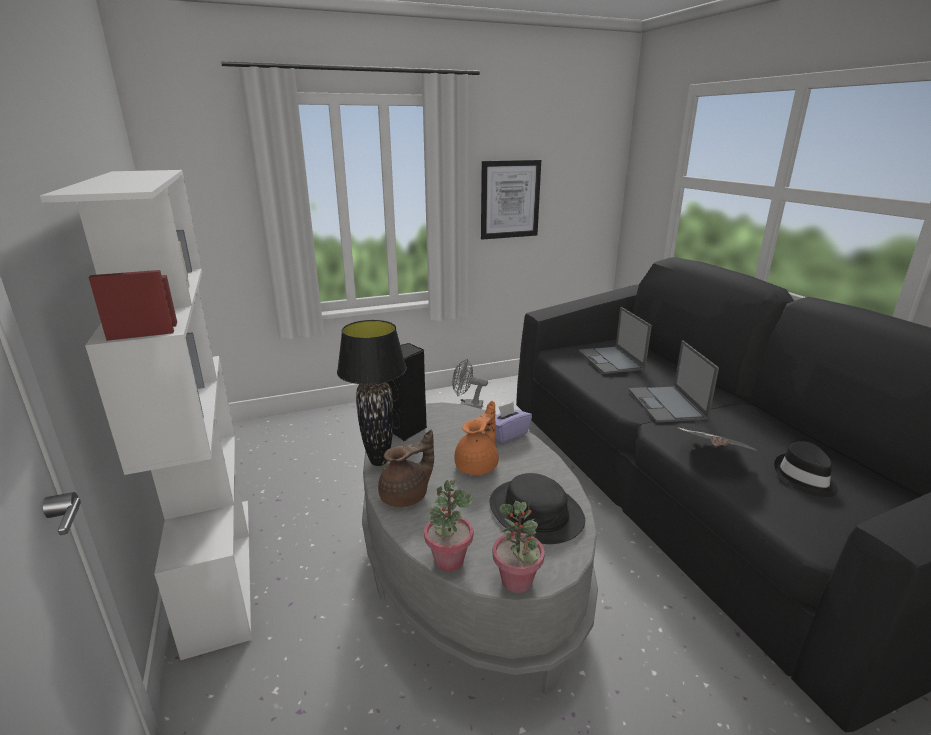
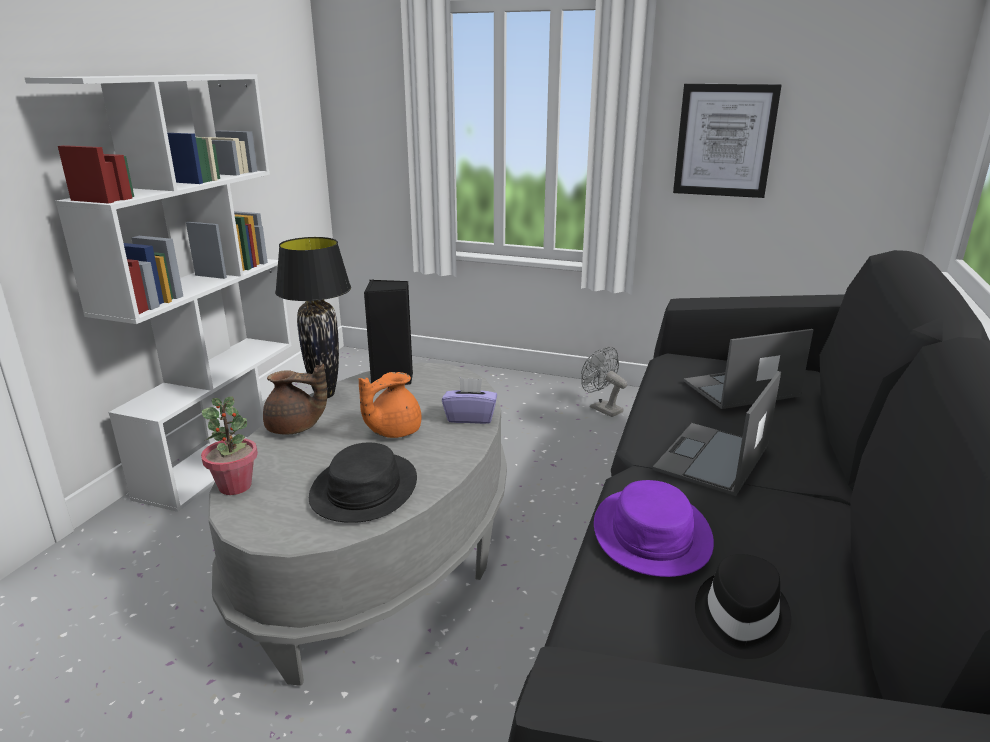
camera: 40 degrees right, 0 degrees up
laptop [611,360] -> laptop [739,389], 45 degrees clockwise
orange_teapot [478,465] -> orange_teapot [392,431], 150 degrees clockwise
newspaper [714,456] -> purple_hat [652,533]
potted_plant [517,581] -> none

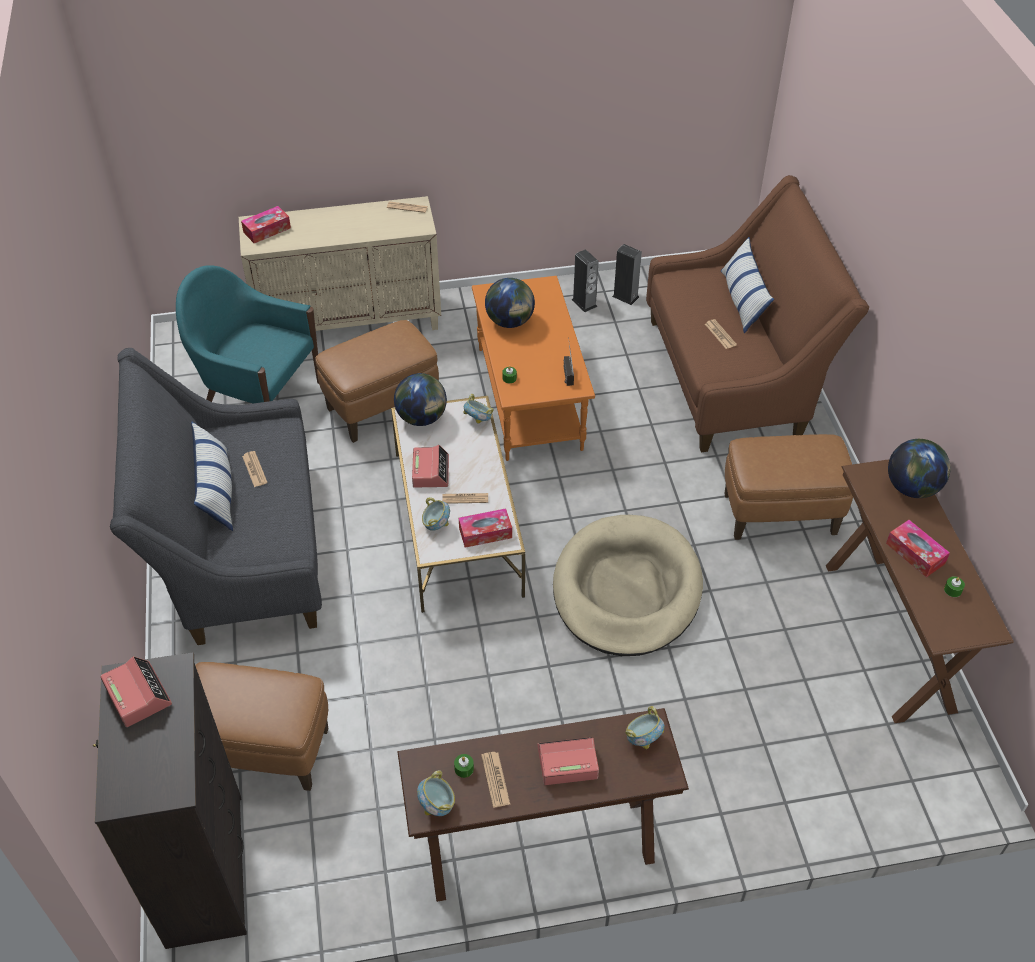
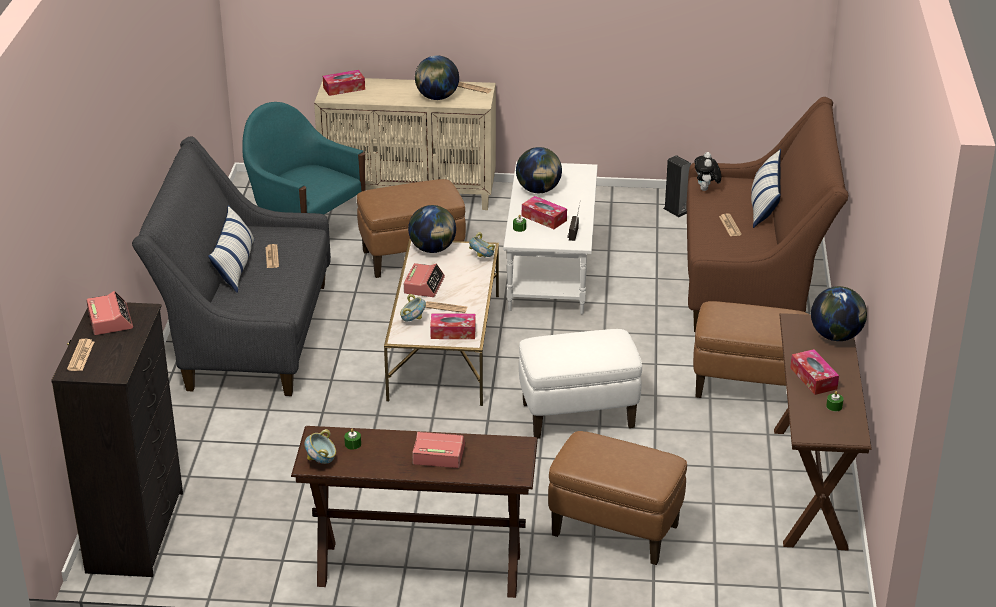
camera: 15 degrees right, 15 degrees down
speaker [584,303] -> none
orange_coffee_table [531,398] -> white_coffee_table [551,270]
beige_dog_bed [626,590] -> white_ottoman [577,416]
brown_ottoman [261,751] -> brown_ottoman [614,530], move
bowl [643,738] -> none
newspaper [495,779] -> newspaper [81,356], move
none -> globe [437,97]
none -> plush_toy [706,189]
none -> tissue_box [544,218]

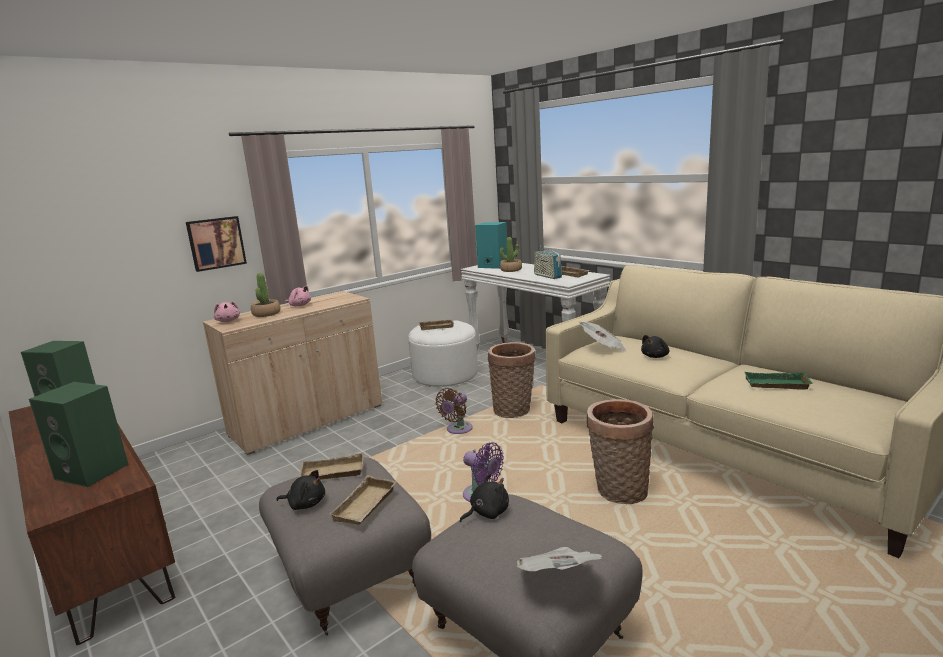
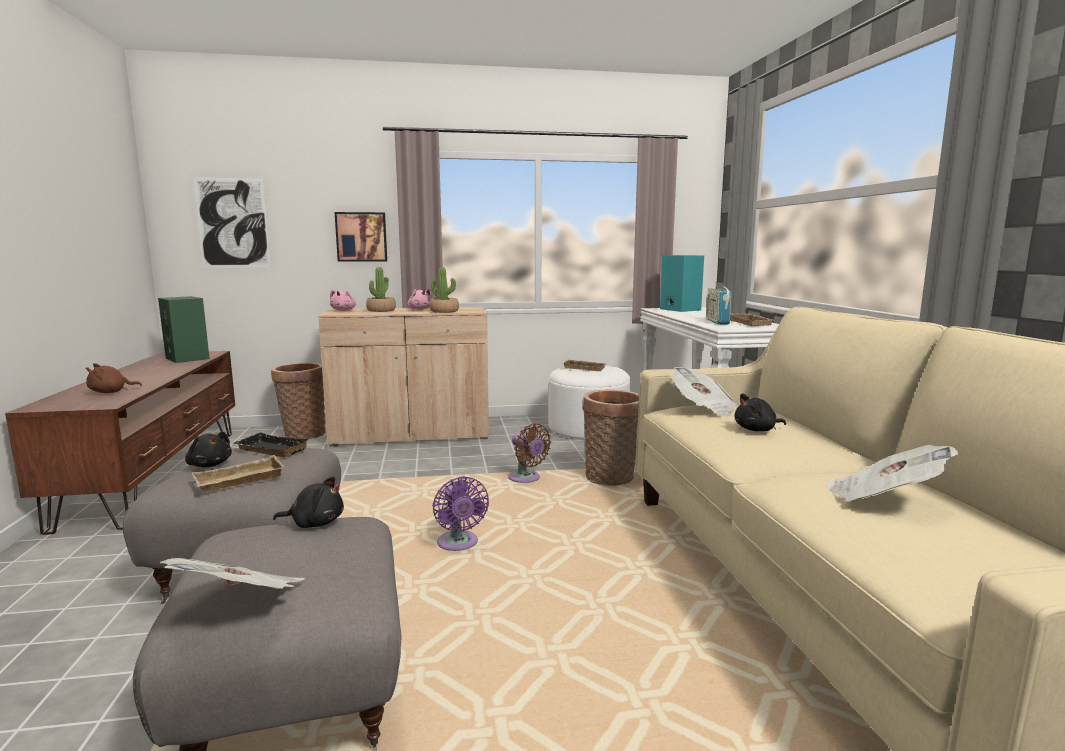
camera: 30 degrees right, 5 degrees down
potted_plant [511,270] -> potted_plant [444,311], move
green_tray [776,385] -> newspaper [883,499]
green_speaker [94,471] -> brown_plush_toy [111,392]
brown_fan [457,430] -> brown_fan [526,479], 105 degrees counterclockwise
basket [618,491] -> basket [303,434], move
beige_tray [331,473] -> black_tray [269,450]
none -> picture [232,223]

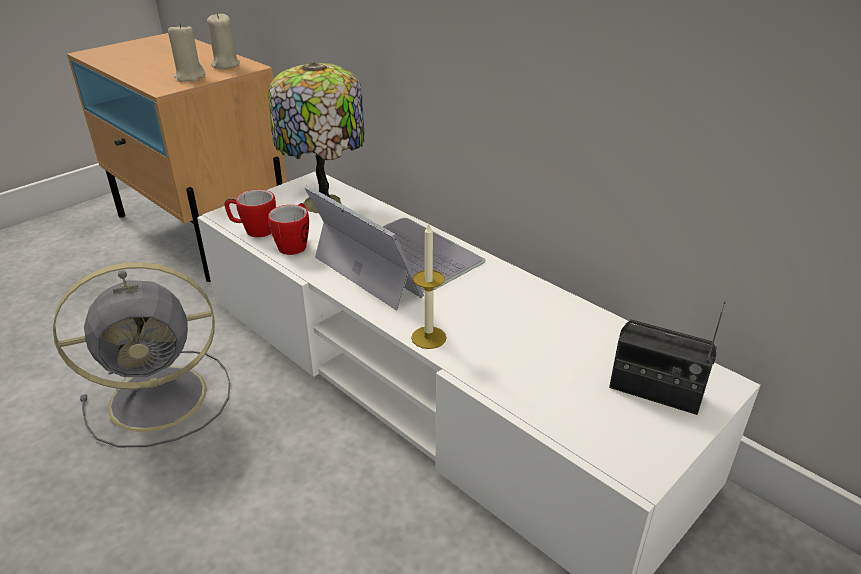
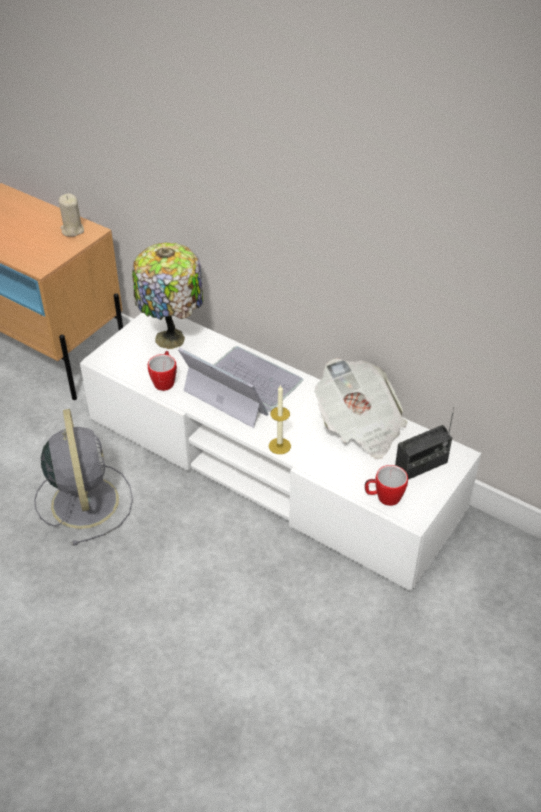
camera: 10 degrees left, 10 degrees up
beige_candle [190,77] -> none
mug [254,231] -> mug [383,497], move
grey_fan [163,397] -> grey_fan [84,500], 75 degrees counterclockwise
radio [655,391] -> radio [421,465], 45 degrees counterclockwise
none -> newspaper [359,425]

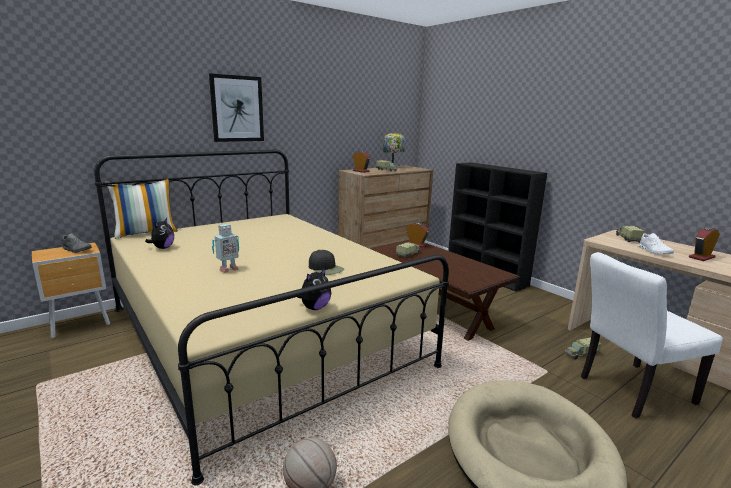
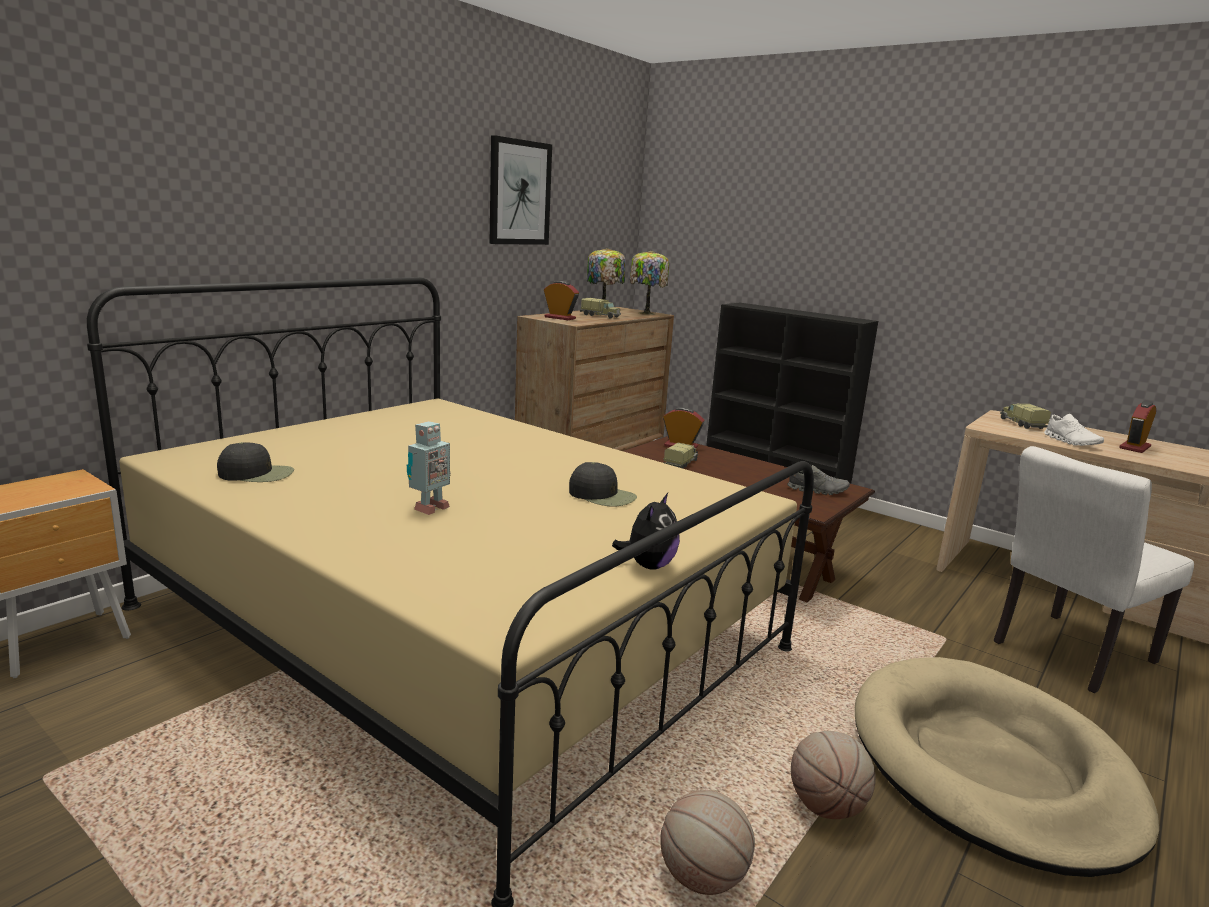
camera: 15 degrees left, 0 degrees up
picture [237,109] -> picture [519,193], move
pillow [146,232] -> none
plush_toy [162,248] -> black_cap [257,473]
grey_shoe [77,250] -> grey_shoe [817,490], move
toy_truck [581,354] -> none
none -> table_lamp [645,313]
none -> basketball [826,807]

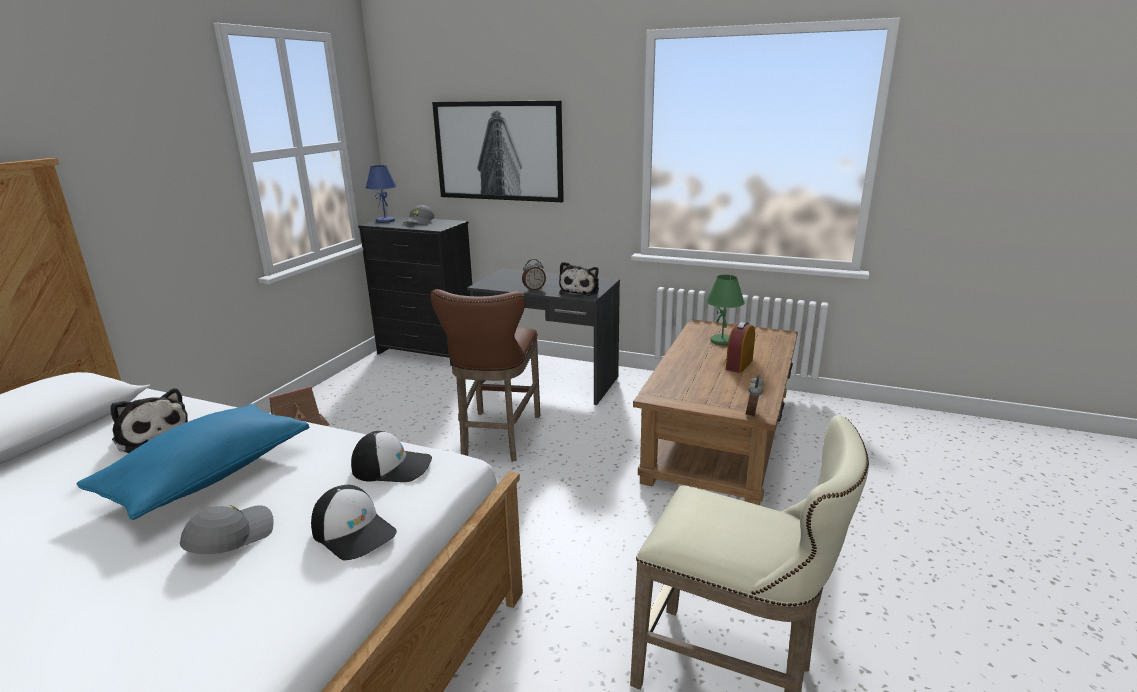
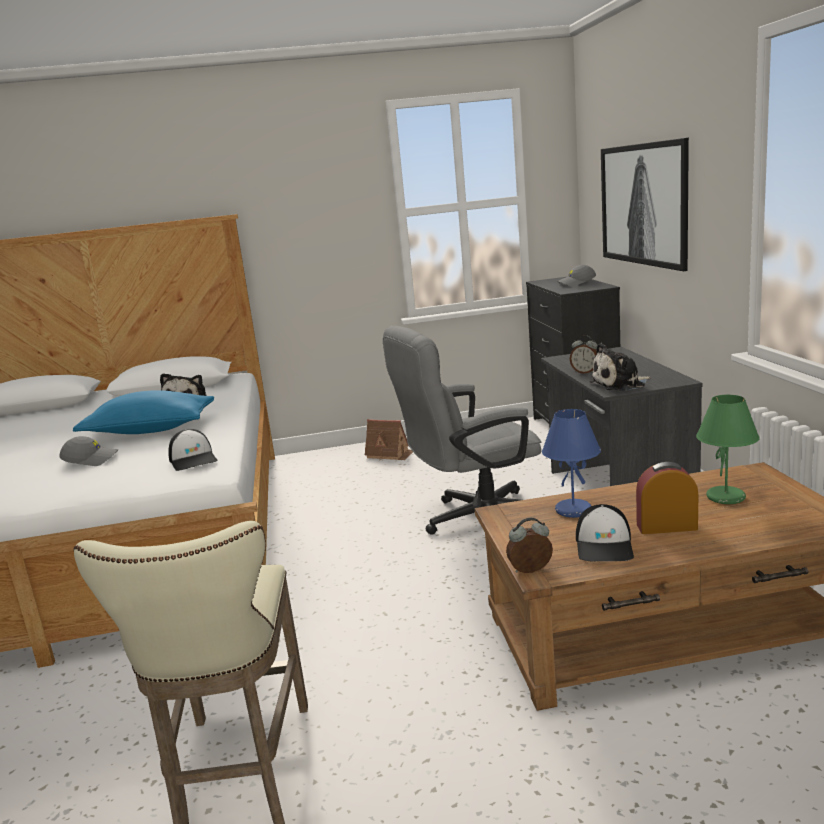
camera: 60 degrees right, 5 degrees down
blue_table_lamp [385,221] -> blue_table_lamp [573,511], move
brown_stool [497,438] -> grey_office_chair [475,520]
cap [354,531] -> cap [605,546], move

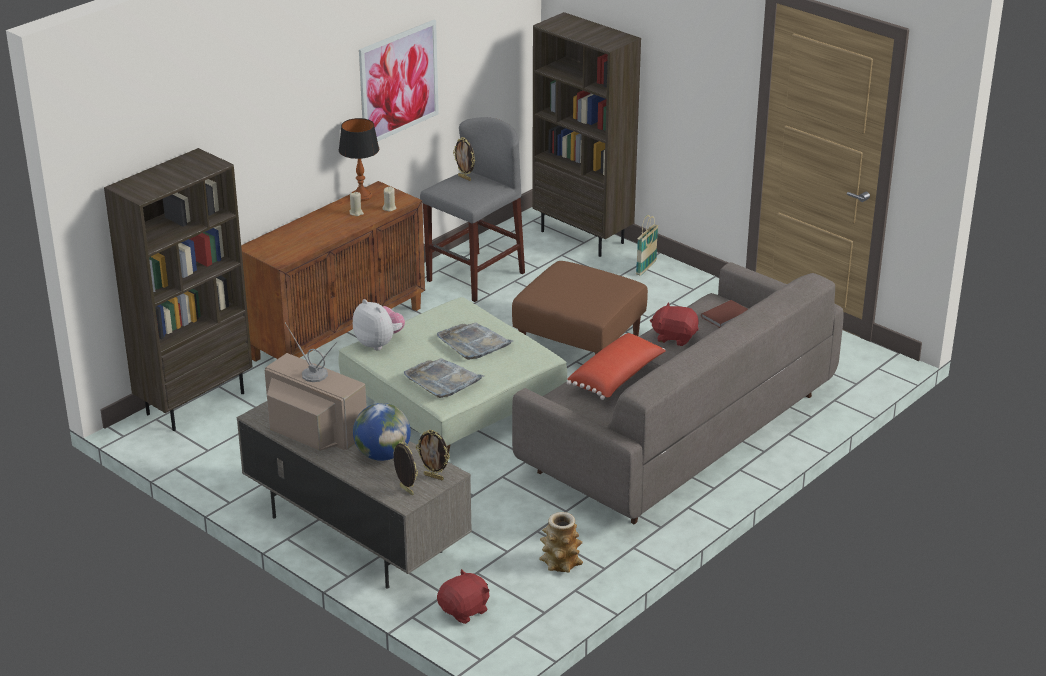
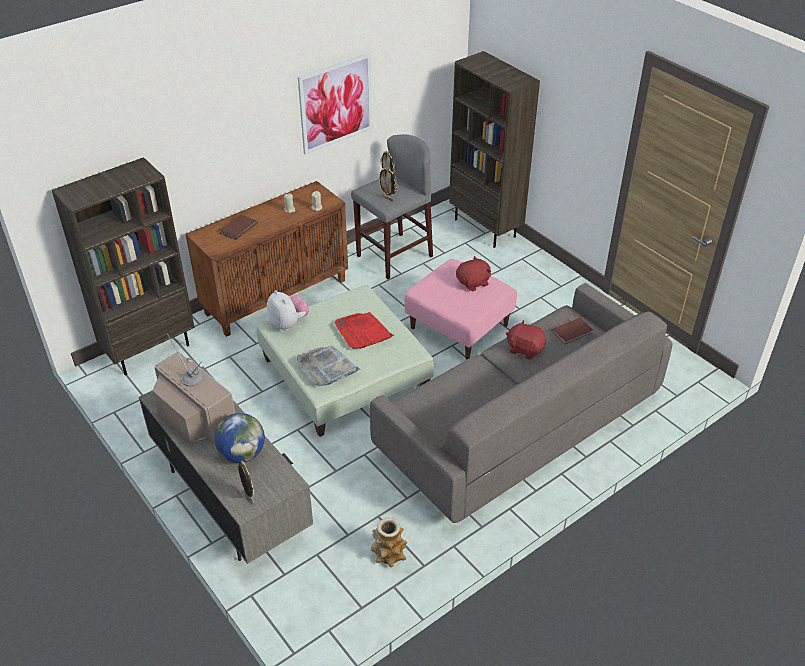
camera: 10 degrees right, 10 degrees up
table_lamp [361,196] -> none
basket [646,268] -> none
brown_ottoman [580,341] -> pink_ottoman [459,326]
grey_tray [473,343] -> red_tray [362,332]
red_pillow [617,378] -> none
picture_frame [434,477] -> picture_frame [388,198], move
red_plush_toy [464,610] -> red_plush_toy [473,283], move
none -> brown_book [237,228]

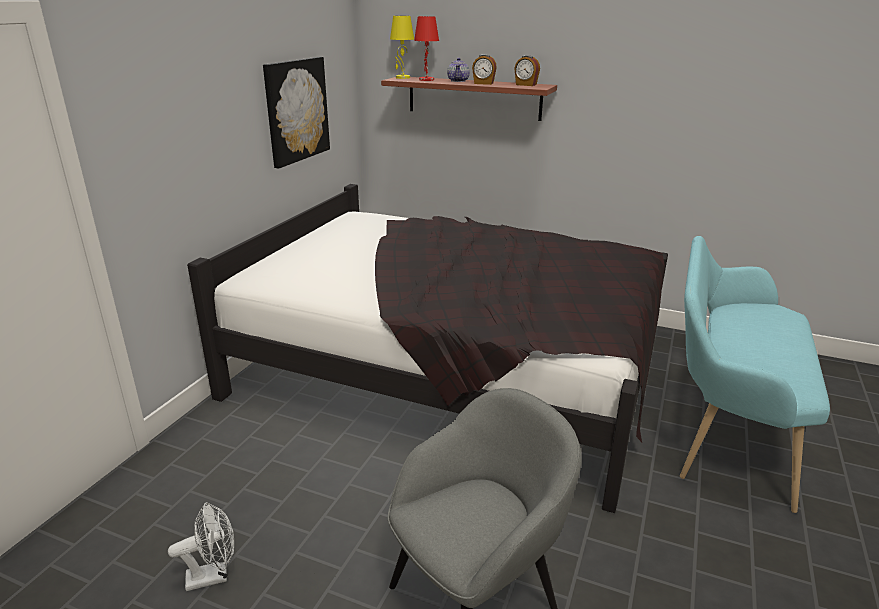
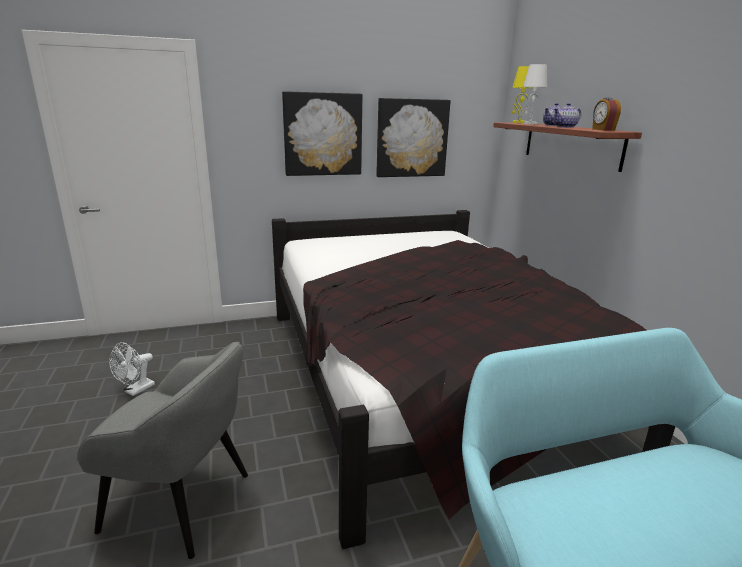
camera: 50 degrees right, 5 degrees down
red_table_lamp [426,80] -> white_table_lamp [529,124]
alarm_clock [483,83] -> teapot [565,127]
white_fan [214,575] -> white_fan [136,390], 90 degrees clockwise
none -> picture [323,134]

